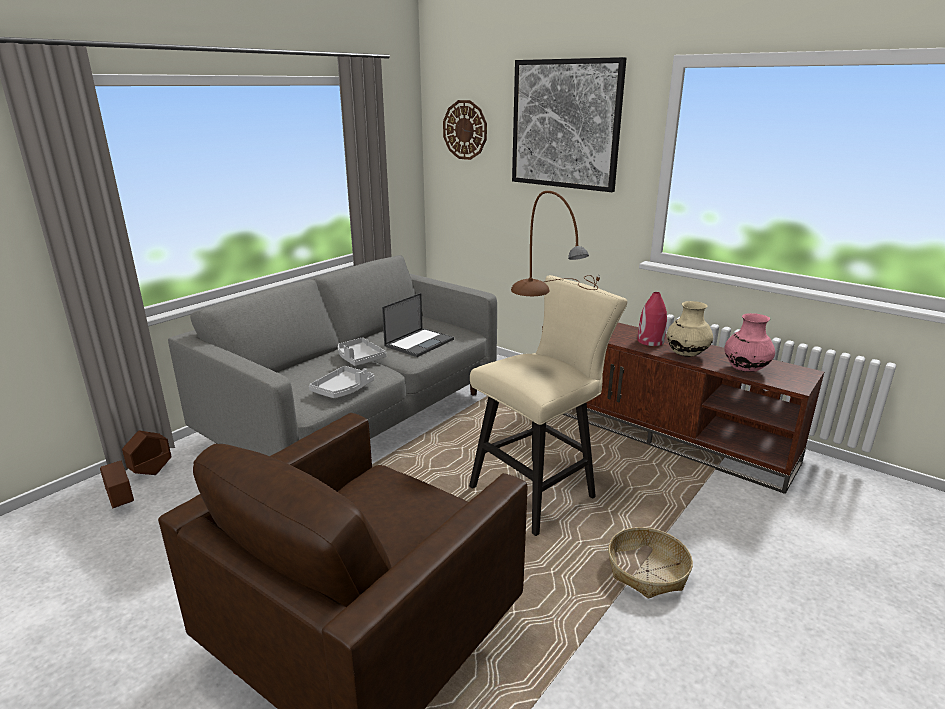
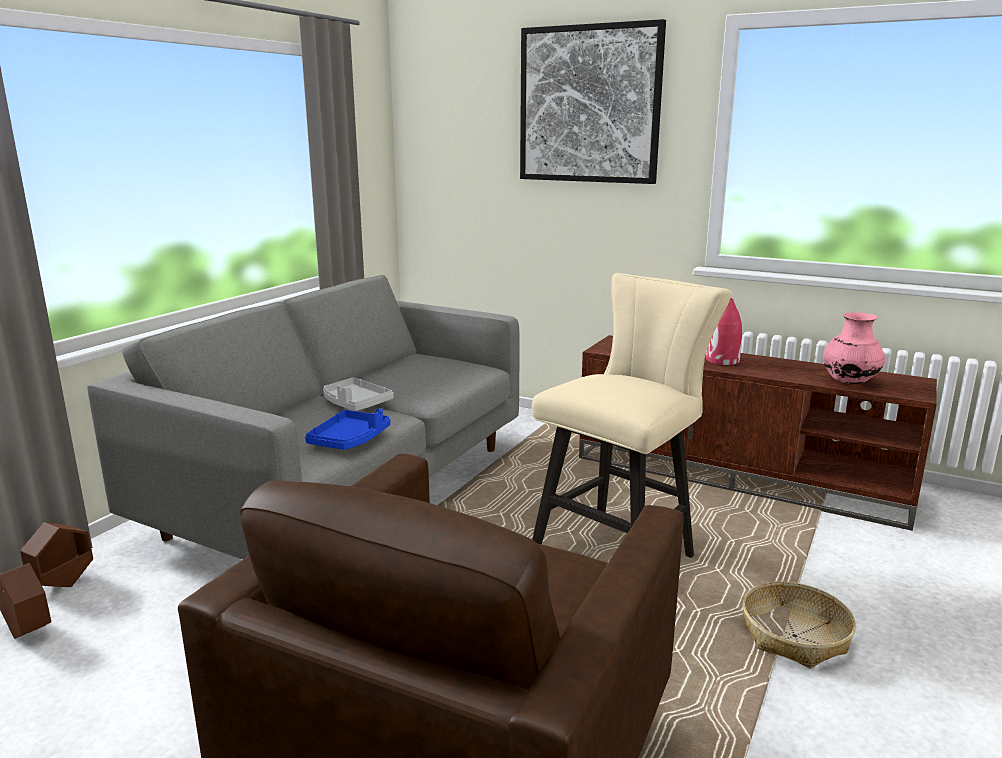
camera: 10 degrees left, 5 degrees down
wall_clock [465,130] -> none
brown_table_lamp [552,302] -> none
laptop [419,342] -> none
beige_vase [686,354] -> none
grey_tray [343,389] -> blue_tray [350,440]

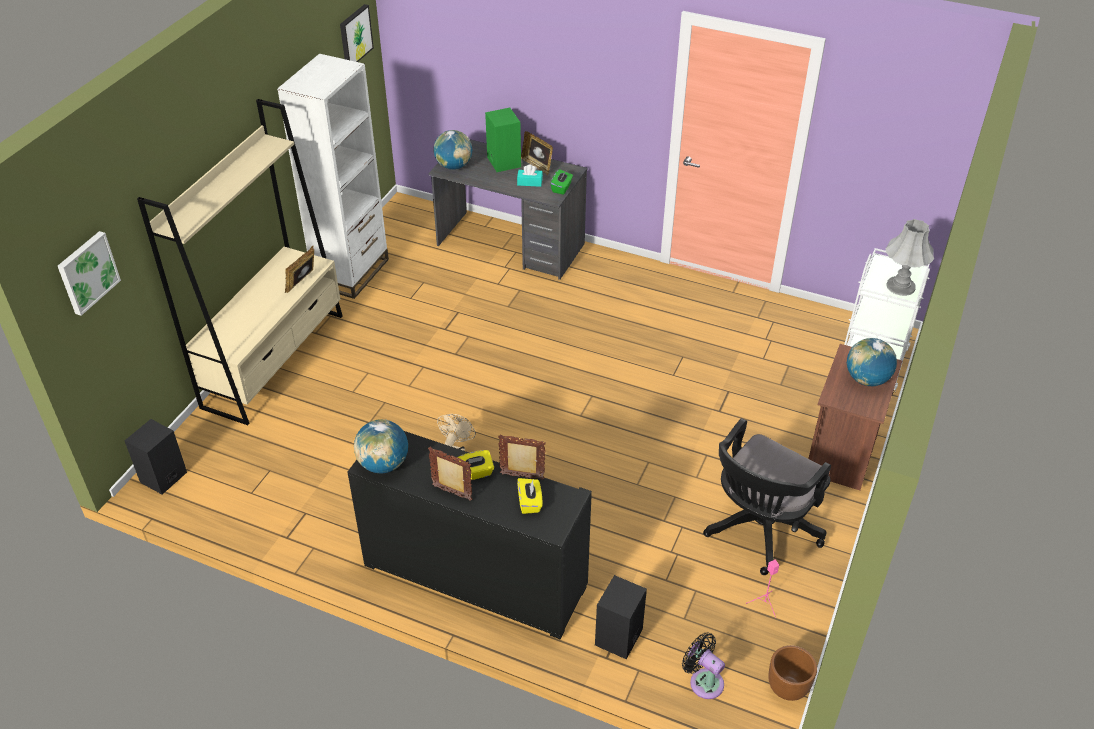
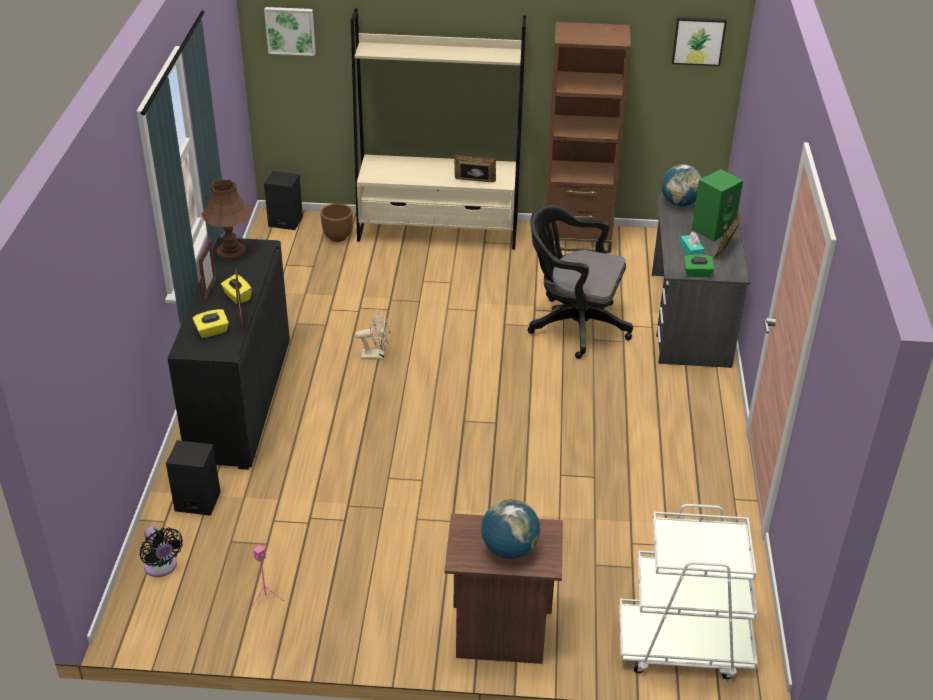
camera: 70 degrees right, 5 degrees down
white_bookcase [351,273] -> brown_bookcase [576,238]
grey_table_lamp [900,286] -> none
black_office_chair [759,531] -> black_office_chair [573,325], move
globe [383,464] -> brown_table_lamp [231,251]
black_fan [703,681] -> black_fan [162,567], 120 degrees clockwise
brown_planter [788,688] -> brown_planter [338,237], move

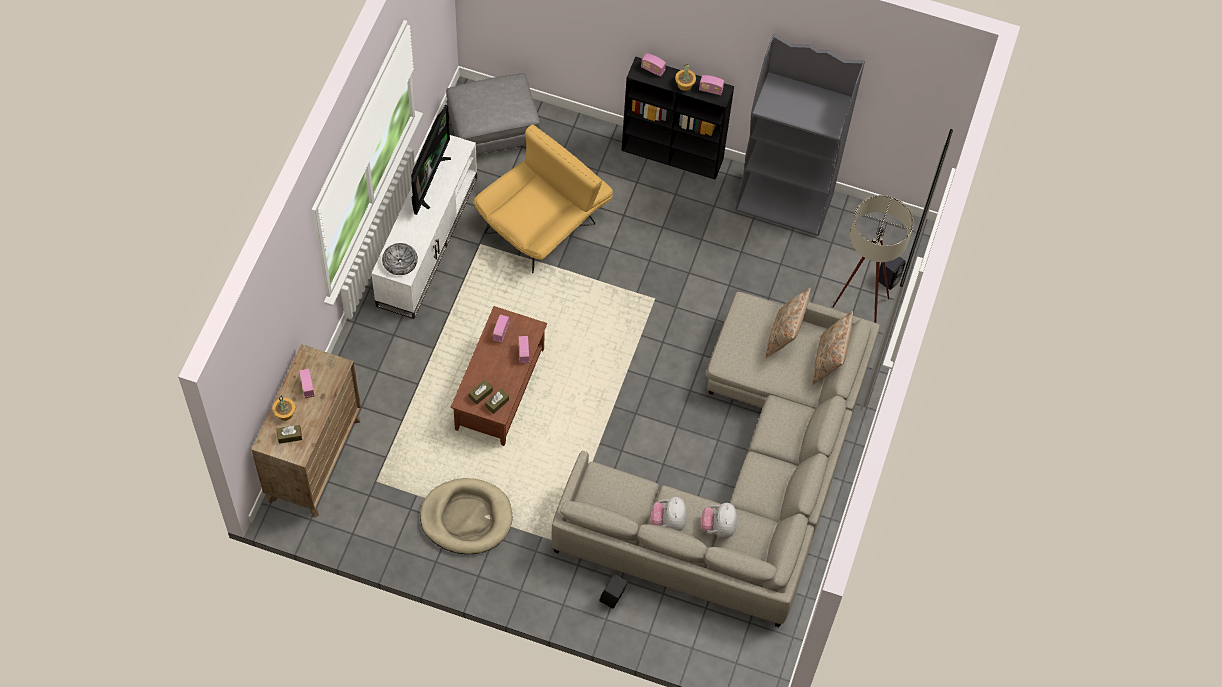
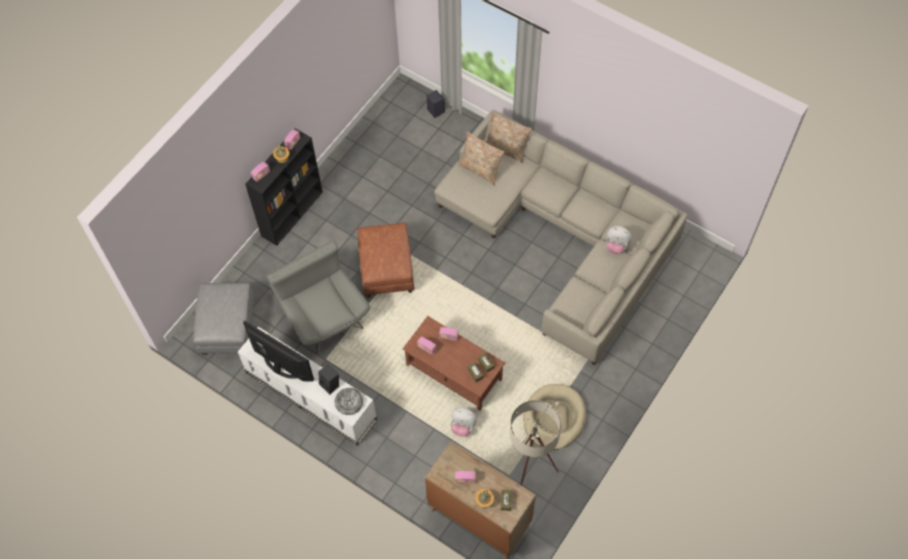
camera: 70 degrees left, 0 degrees up
grey_bookcase [785,202] -> none
yellow_armchair [544,221] -> grey_armchair [320,310]
beige_floor_lamp [858,313] -> beige_floor_lamp [529,476], move
plush_toy [668,521] -> plush_toy [463,426], move
black_speaker [613,599] -> black_speaker [330,384], move
none -> brown_ottoman [387,270]

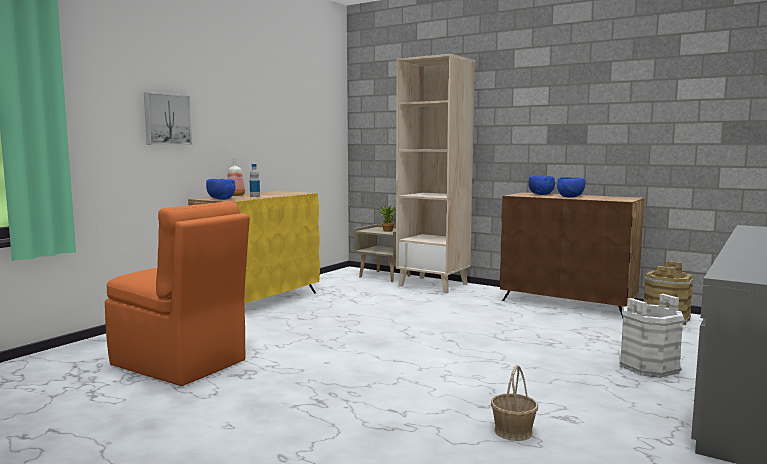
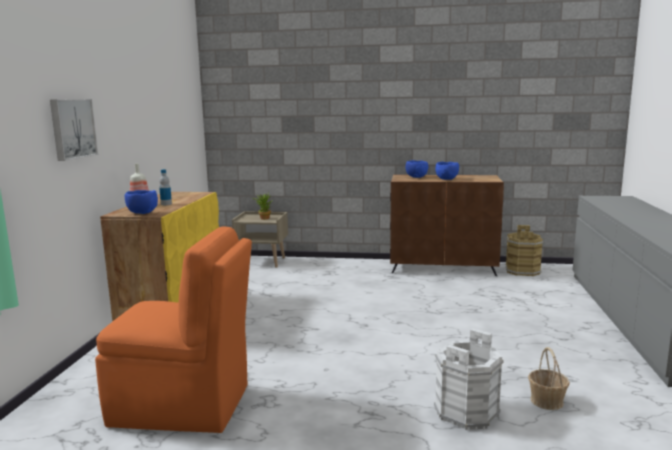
camera: 25 degrees left, 5 degrees up
beige_bookcase [434,285] -> none
white_bucket [649,367] -> white_bucket [467,412], move

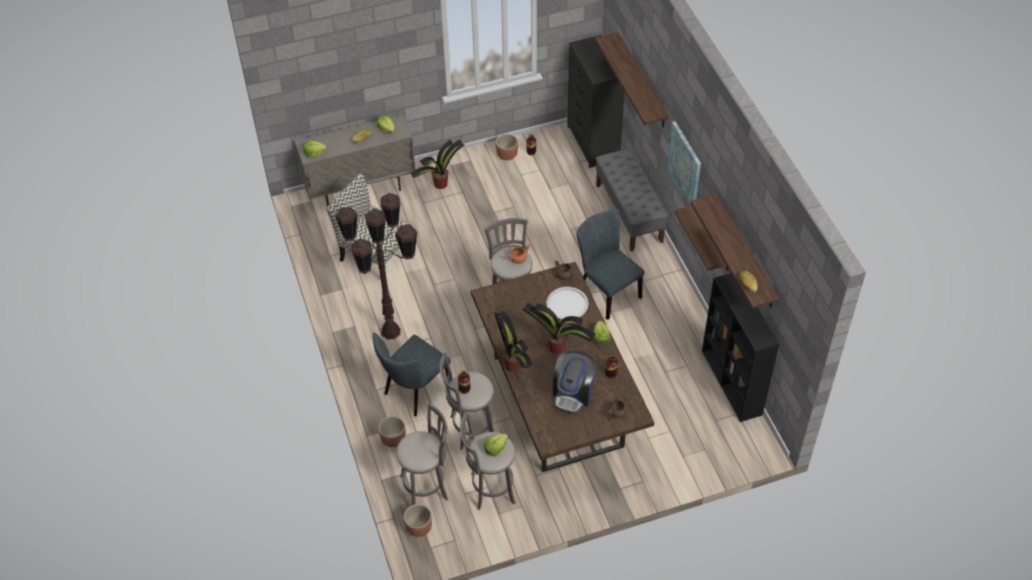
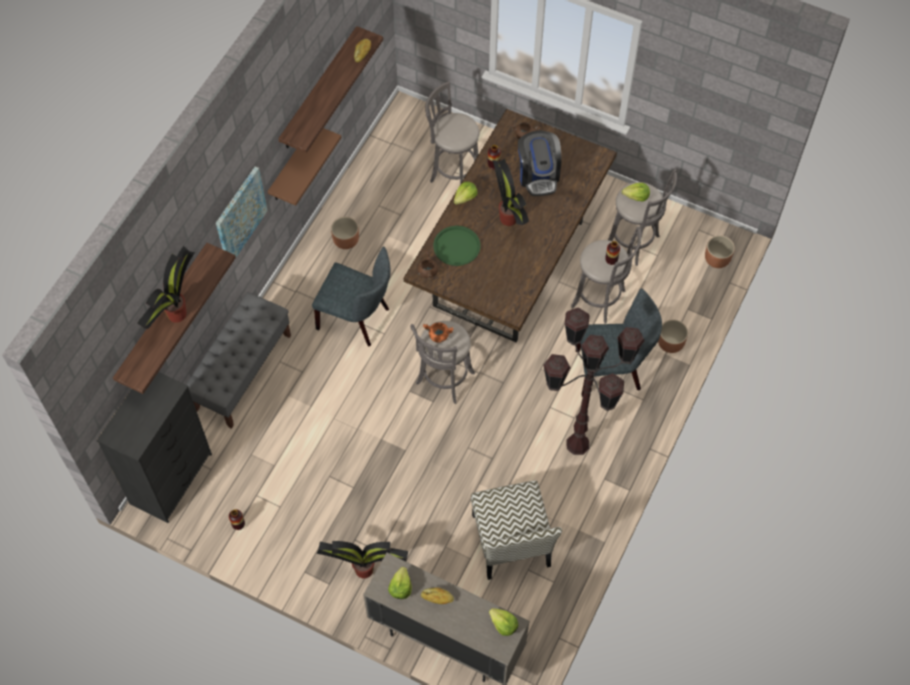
camera: 135 degrees left, 10 degrees up
brown_planter [507,155] -> brown_planter [345,241], move
grey_chair [605,291] -> grey_chair [357,319], 75 degrees counterclockwise
black_bookcase [732,383] -> none
white_tray [567,304] -> green_tray [456,246]
potted_plant [512,364] -> potted_plant [176,315], move
coffee_machine [573,393] -> coffee_machine [538,175], 105 degrees clockwise
grey_stool [427,487] -> grey_stool [453,172], move

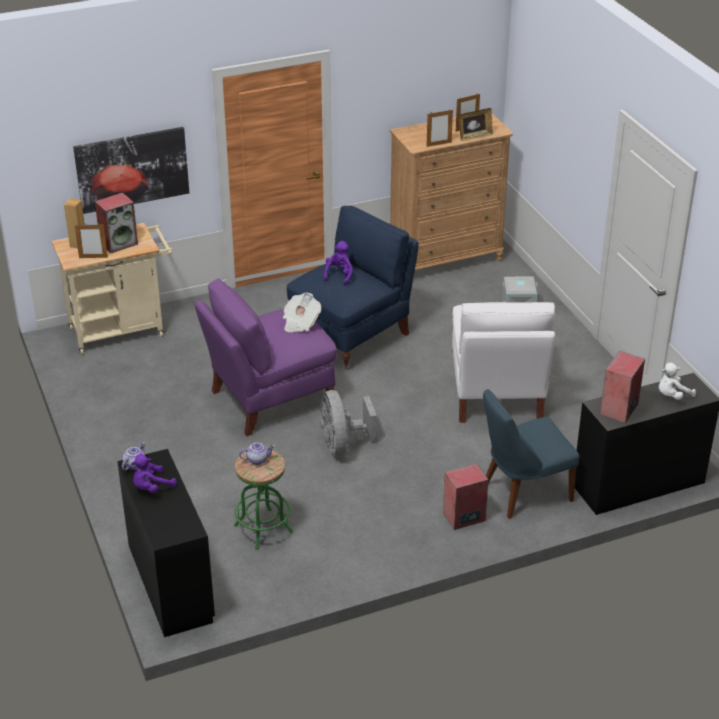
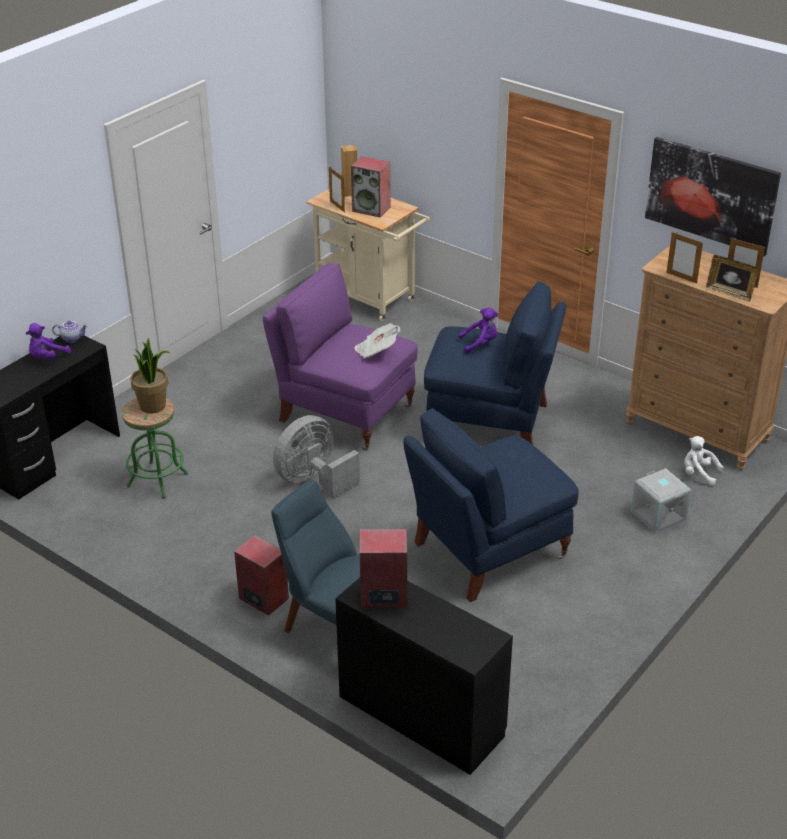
camera: 60 degrees right, 0 degrees up
picture [132,169] -> picture [711,195], move
white_armchair [496,393] -> blue_armchair [488,551]
white_plush_toy [672,395] -> white_plush_toy [698,473], move
teapot [257,459] -> potted_plant [153,406]
purple_plush_toy [151,487] -> purple_plush_toy [47,357], 75 degrees counterclockwise

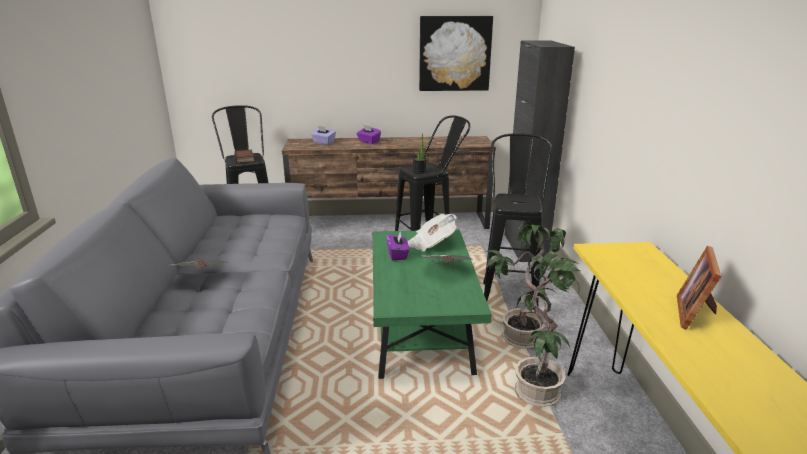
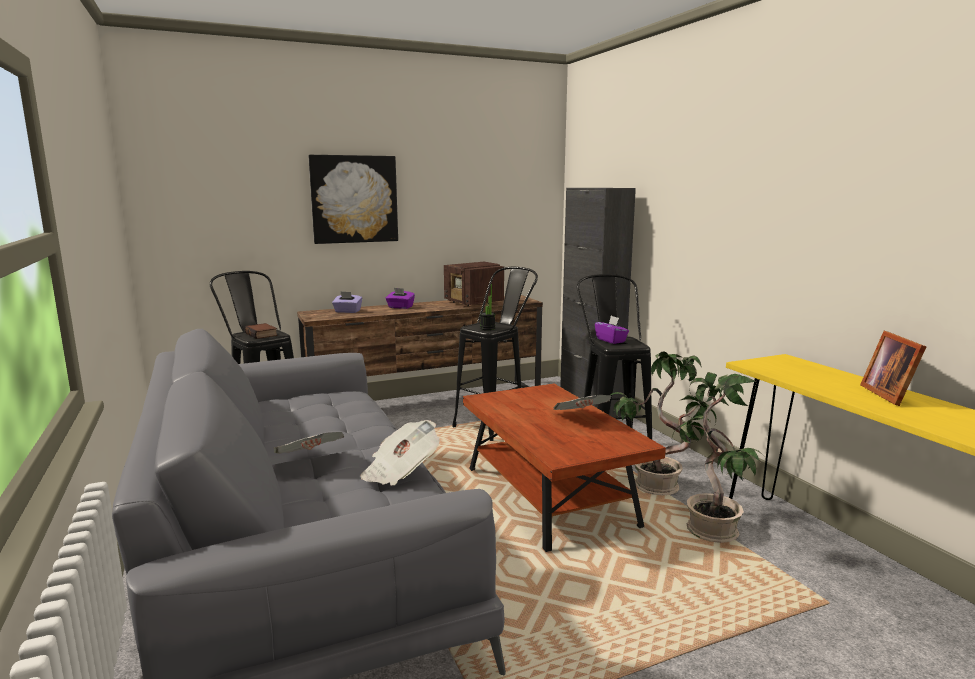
camera: 20 degrees left, 10 degrees down
picture [454,53] -> picture [354,199], move
newspaper [431,244] -> newspaper [400,472], move
green_coffee_table [421,329] -> brown_coffee_table [549,497]
purple_tissue_box [397,254] -> purple_tissue_box [611,340], move
none -> radio [474,303]

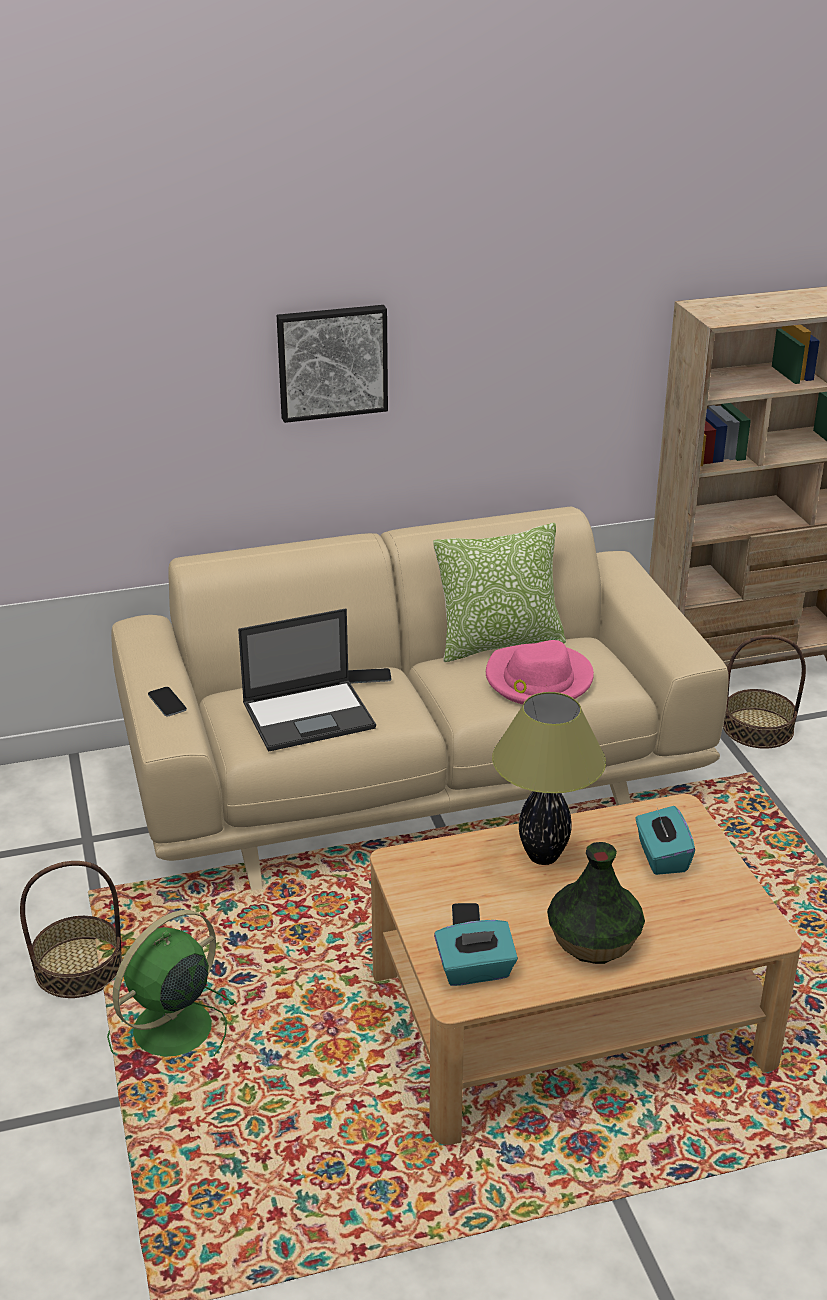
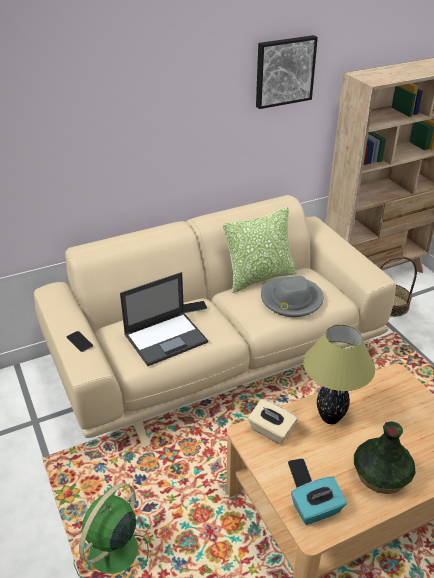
camera: 10 degrees left, 5 degrees up
picture [332,361] -> picture [284,71], move
pink_hat [538,680] -> grey_hat [291,300]
turquoise_tissue_box [661,857] -> none
basket [79,967] -> none
none -> beige_tissue_box [271,431]

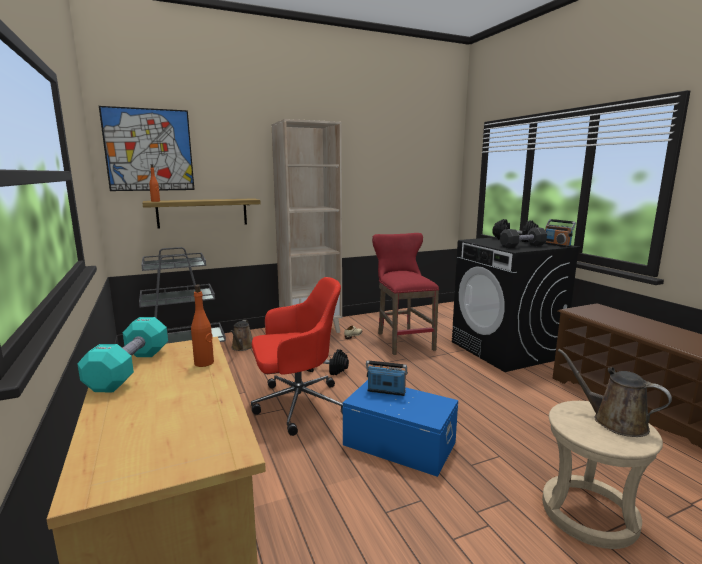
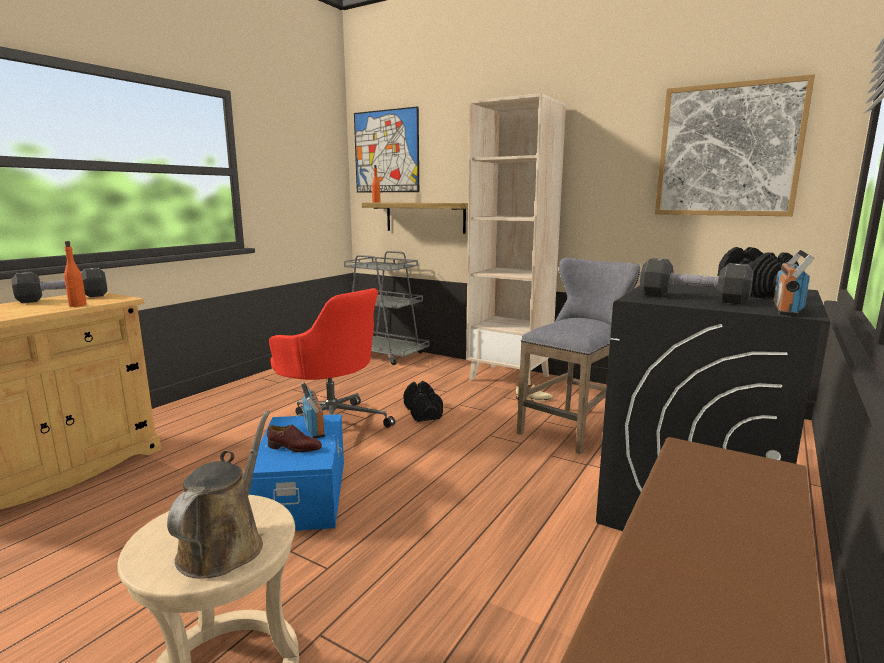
camera: 55 degrees right, 0 degrees up
red_stool [402,340] -> grey_stool [573,426]
turquoise_dumbbell [130,369] -> black_dumbbell [63,298]
brown_watering_can [242,347] -> none
none -> picture [728,150]
none -> brown_shoe [294,448]

